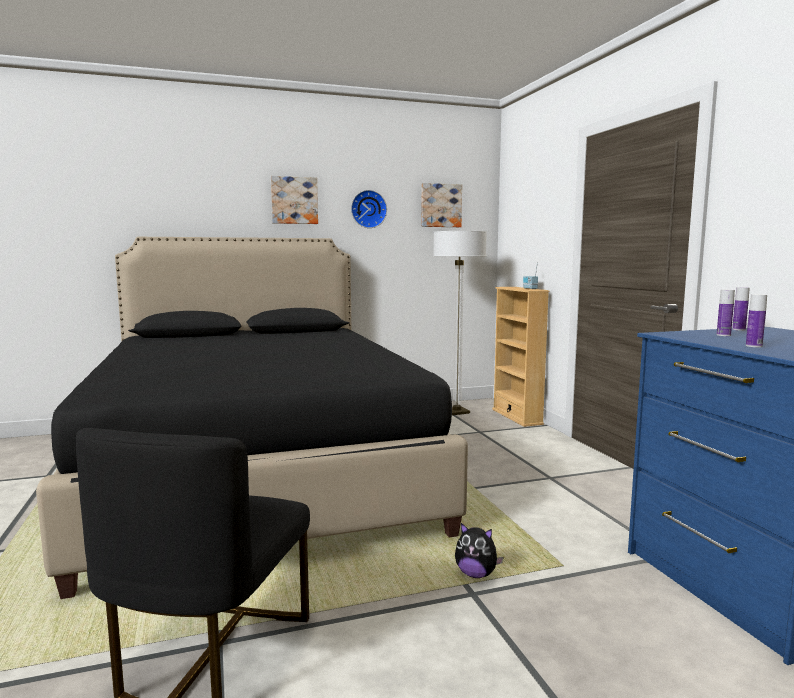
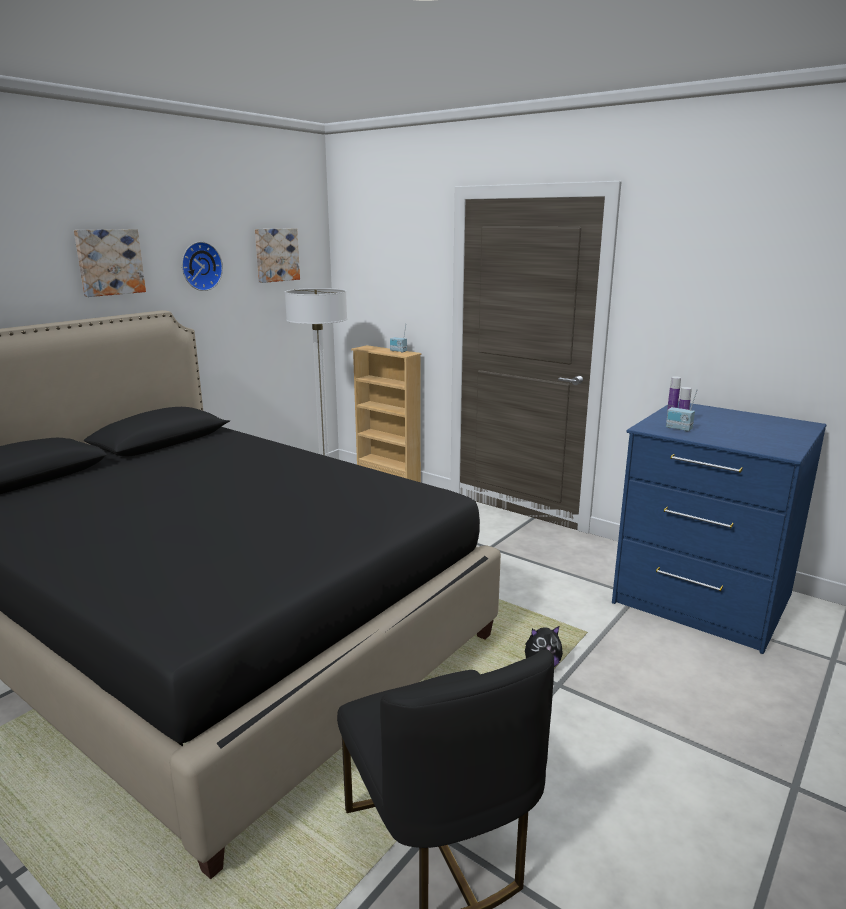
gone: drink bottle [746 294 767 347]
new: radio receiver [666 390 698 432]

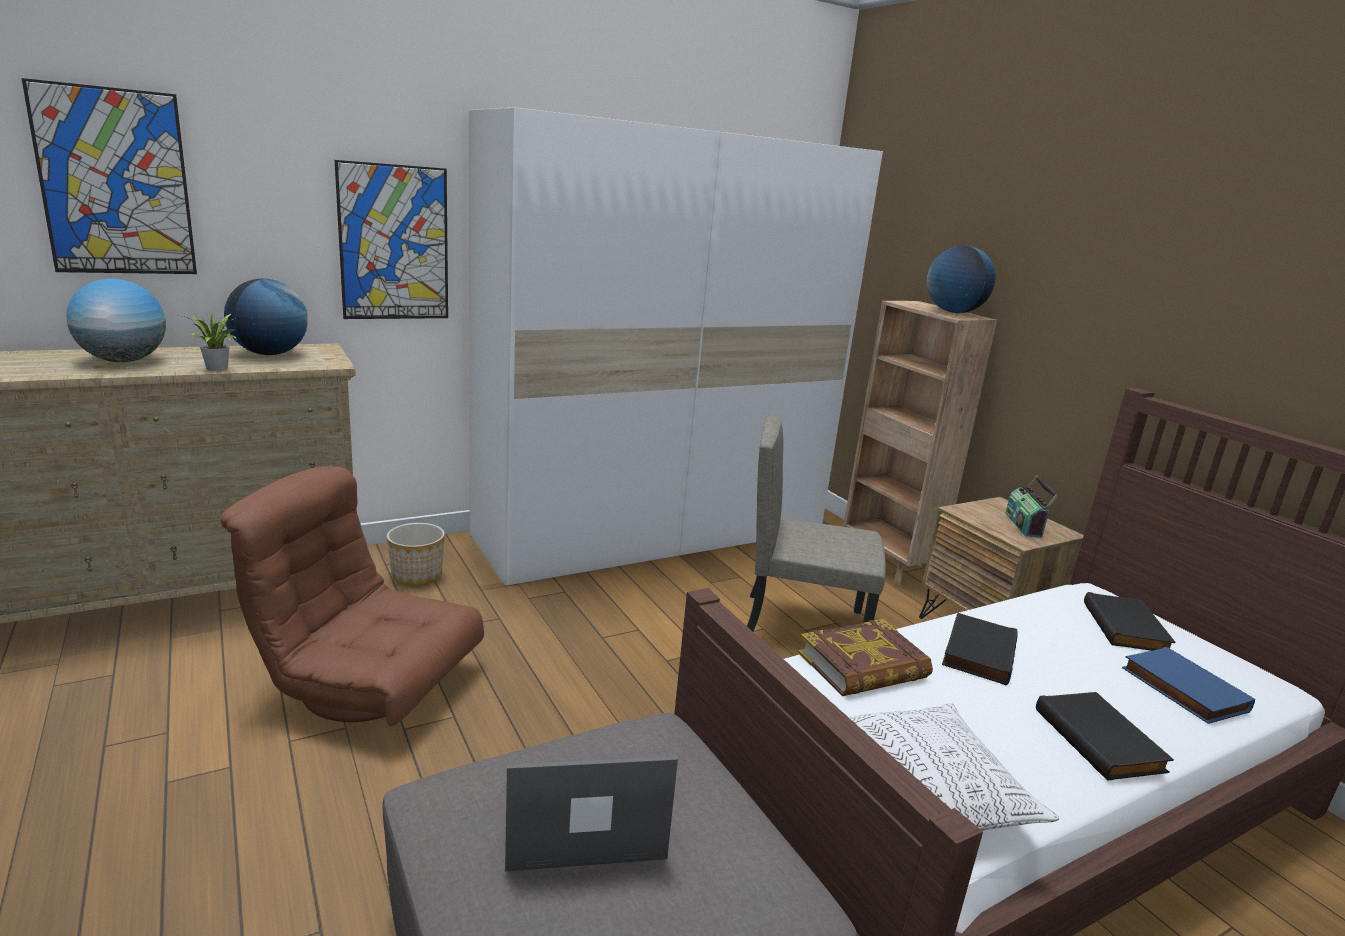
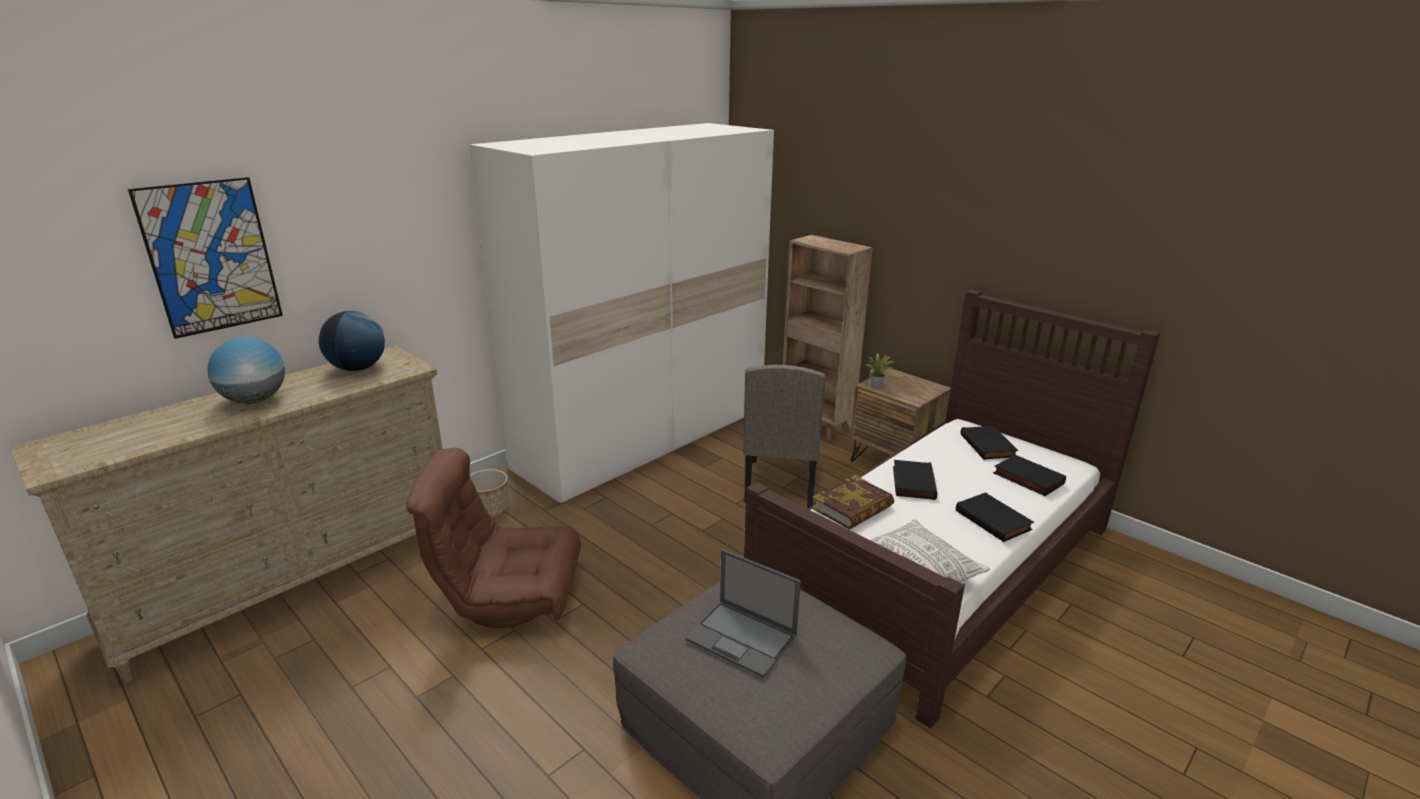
gone: wall picture [335 160 448 319]; world globe [926 246 996 313]; radio receiver [1006 475 1058 538]
shifted: potted plant [182 310 237 371] to [866 353 896 389]
repainted: blue volume [1122 647 1255 724] to blackish volume [993 454 1066 496]
rotated: beige upright chair [747 415 886 631] = [743 365 825 508] 75 degrees counterclockwise; laptop [505 756 678 871] = [685 549 801 678] 120 degrees counterclockwise

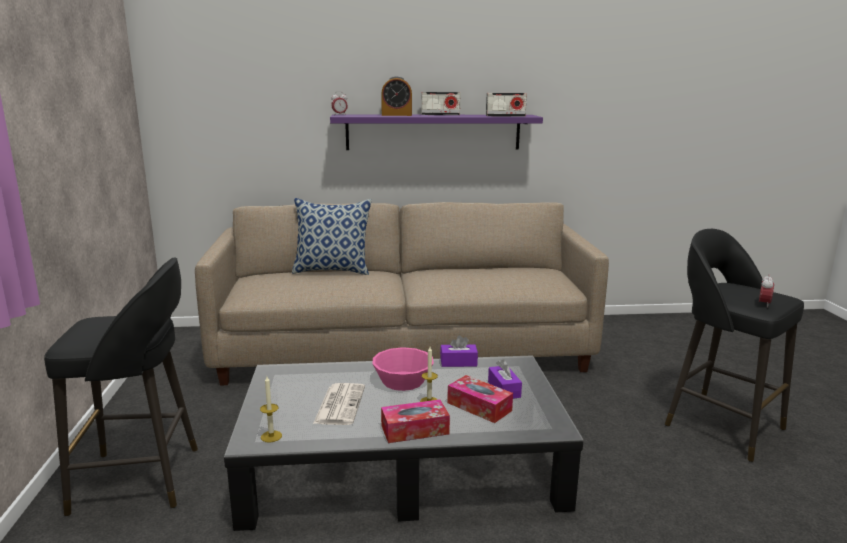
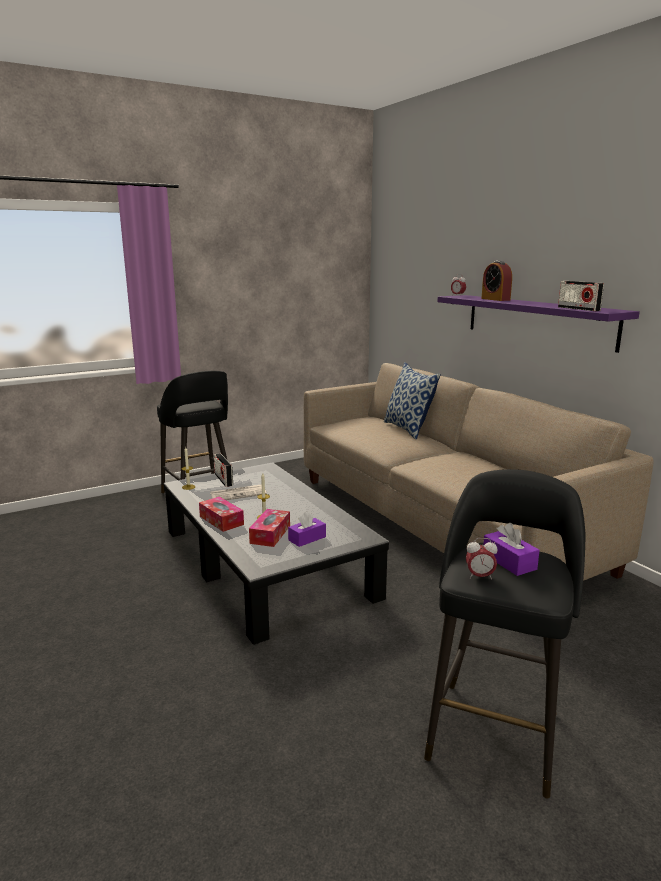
gone: pink bowl [372 347 434 391]
shifted: radio receiver [421 92 460 115] to [214 453 233 487]; purplish box of tissues [440 335 478 367] to [483 523 540 576]

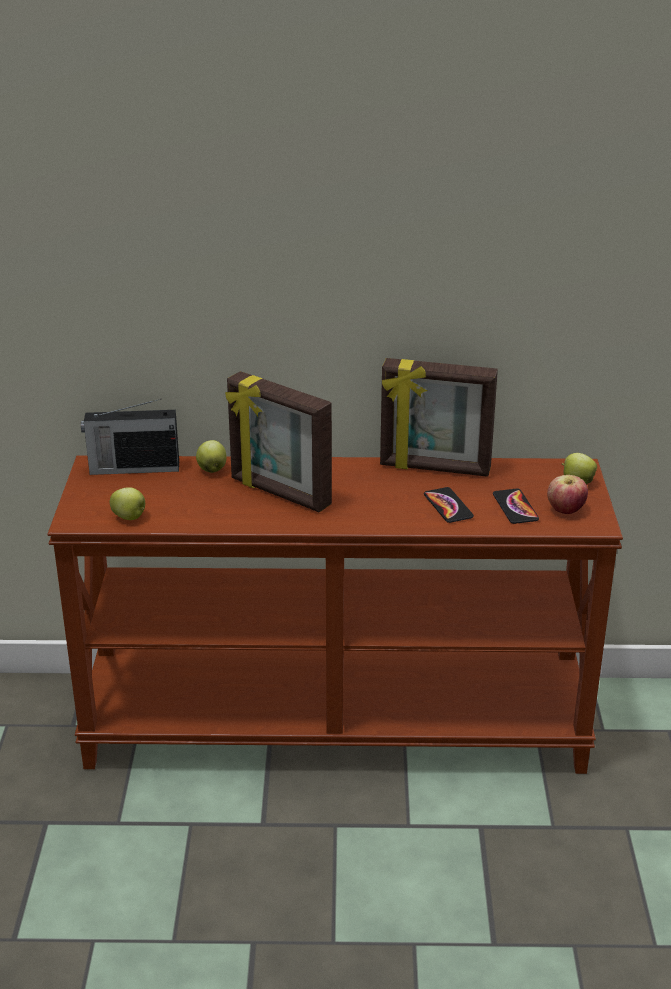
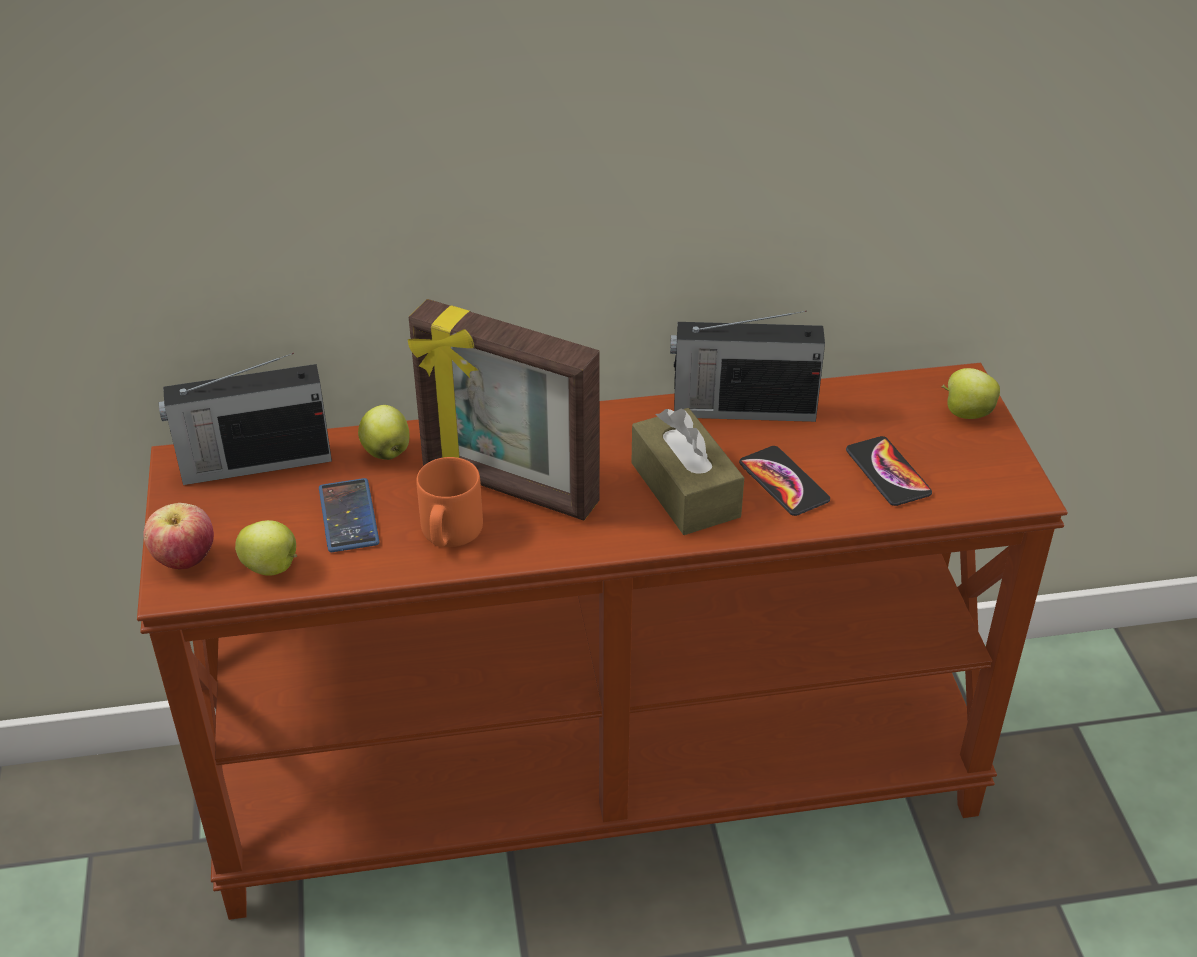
new: brown-coloured box of tissues [631 408 744 535]; orange coffee mug [416 457 483 547]; handset [319 478 380 552]
shifted: apple fruit [547 475 588 514] to [143 503 214 569]
swapped: picture frame [380 358 498 477] to radio receiver [670 311 825 422]

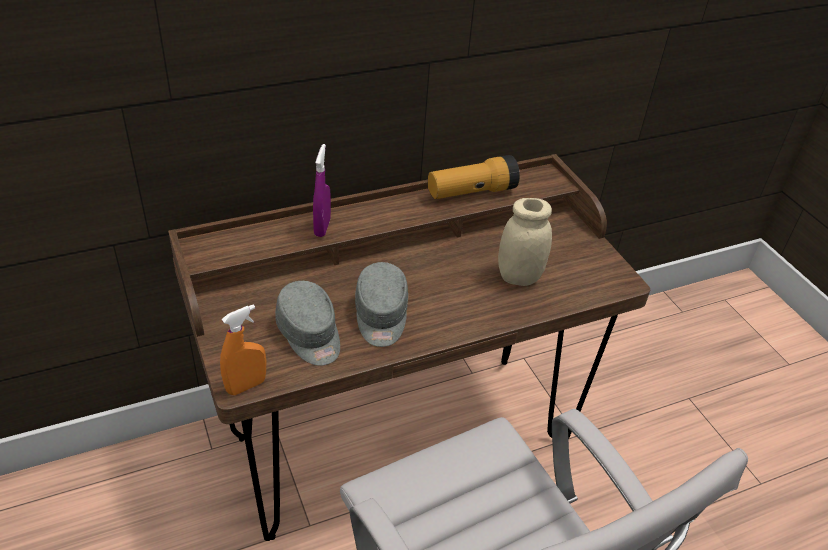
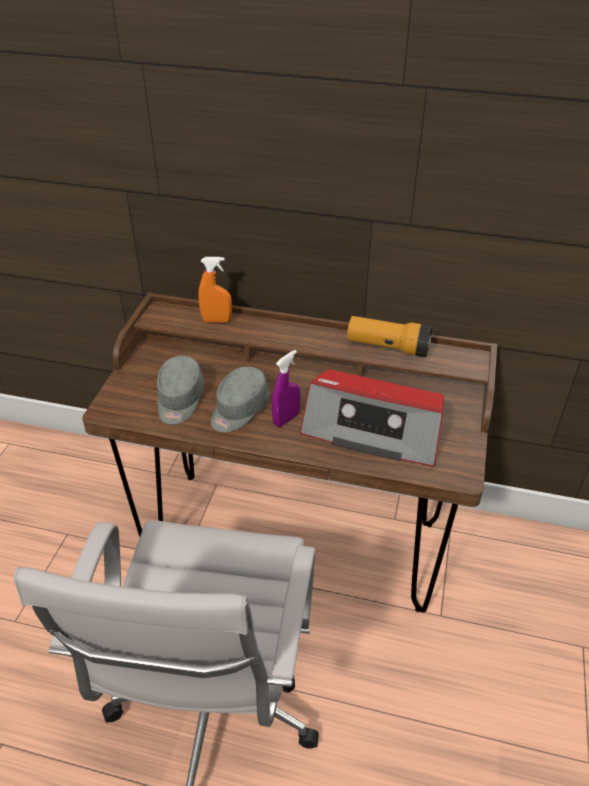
shifted: purplish spray bottle [313 144 331 237] to [272 350 301 427]; orange spray bottle [220 304 266 395] to [198 257 232 322]
swapped: beige storage jar [498 198 552 286] to radio receiver [300 369 444 467]

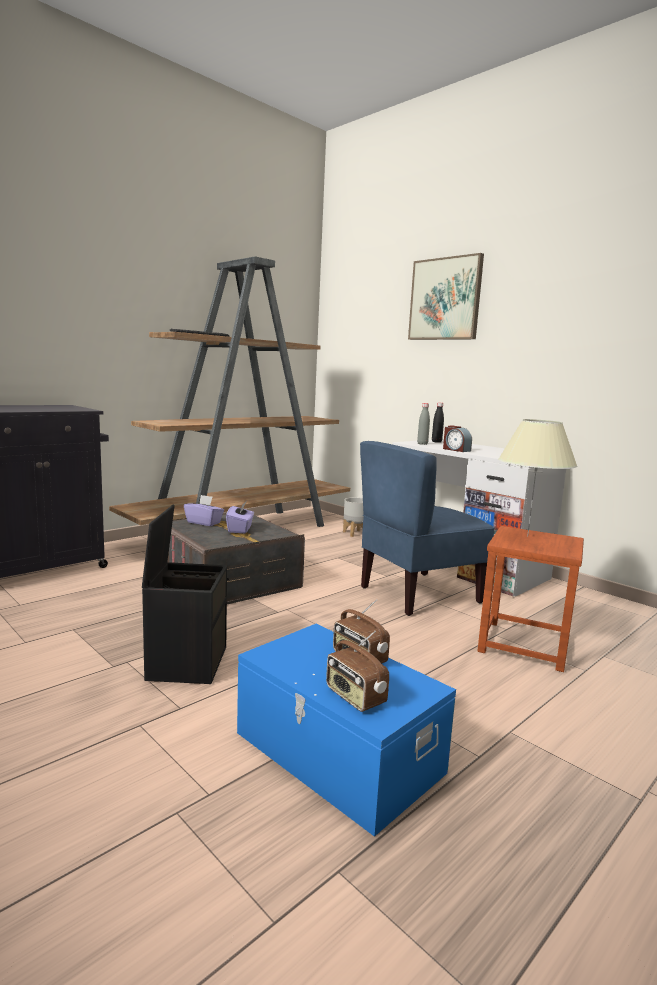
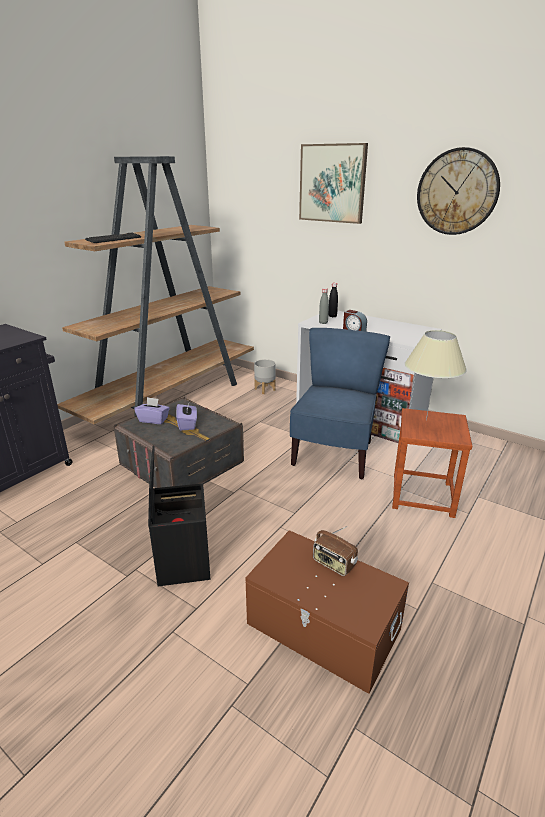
gone: radio receiver [326 631 389 712]
new: hanging clock [417 147 500 235]
repainted: blue storage box [237 624 456 837] to brown-coloured storage box [245 530 409 694]
rotated: blue upright chair [360 441 495 616] = [290 328 390 479] 150 degrees clockwise

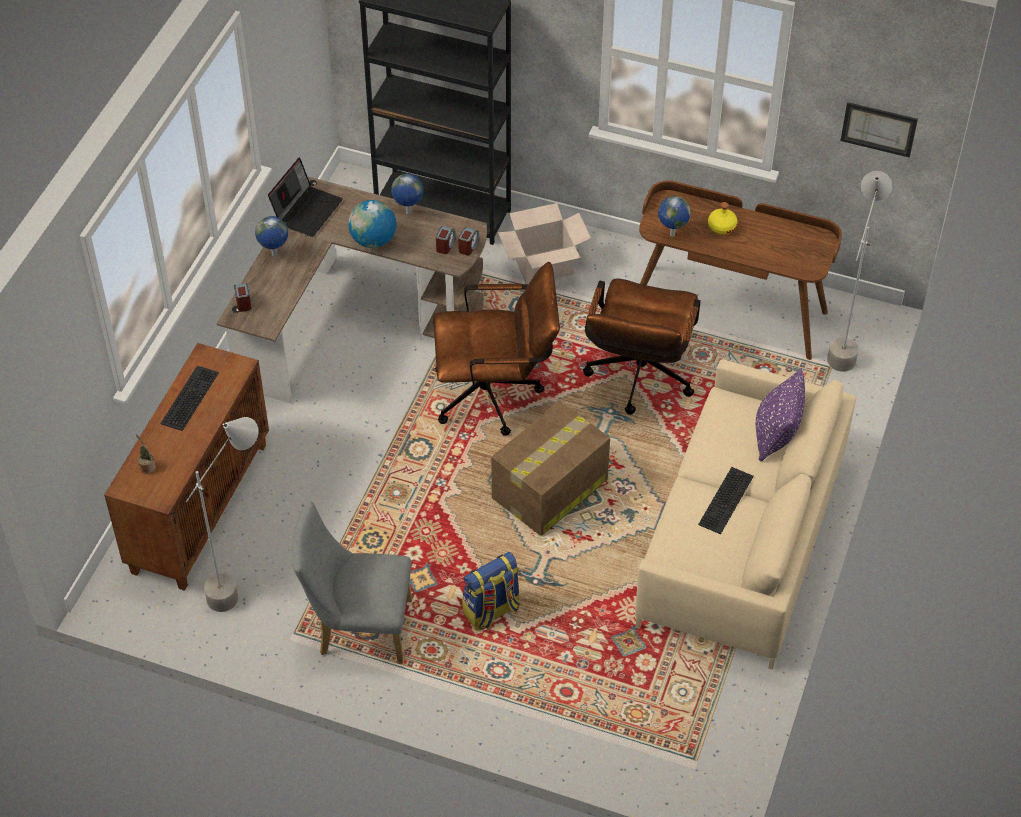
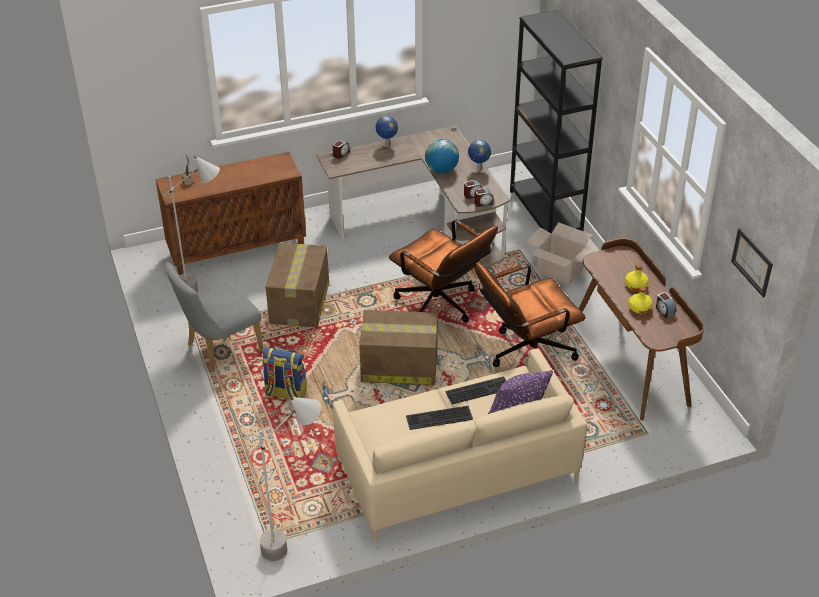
gone: laptop [268 157 343 237]; world globe [658 196 691 237]
new: carton [266 243 329 327]; yellow drink bottle [628 287 653 314]; table clock [656 292 676 318]
shifted: grey standard lamp [827 171 892 372] to [249 397 321 561]; keyboard [160 366 219 431] to [445 376 506 404]
rotated: grey upright chair [291 501 412 664] = [165 262 264 371] 90 degrees counterclockwise

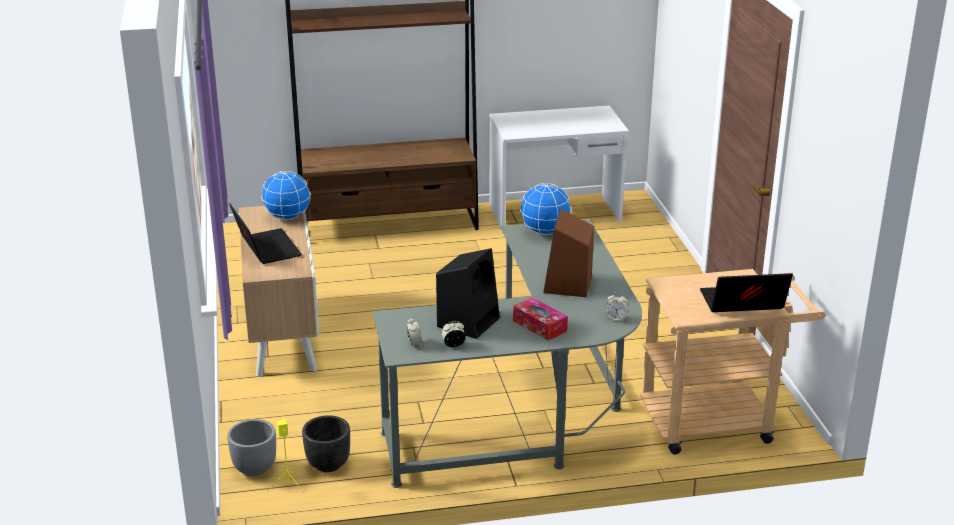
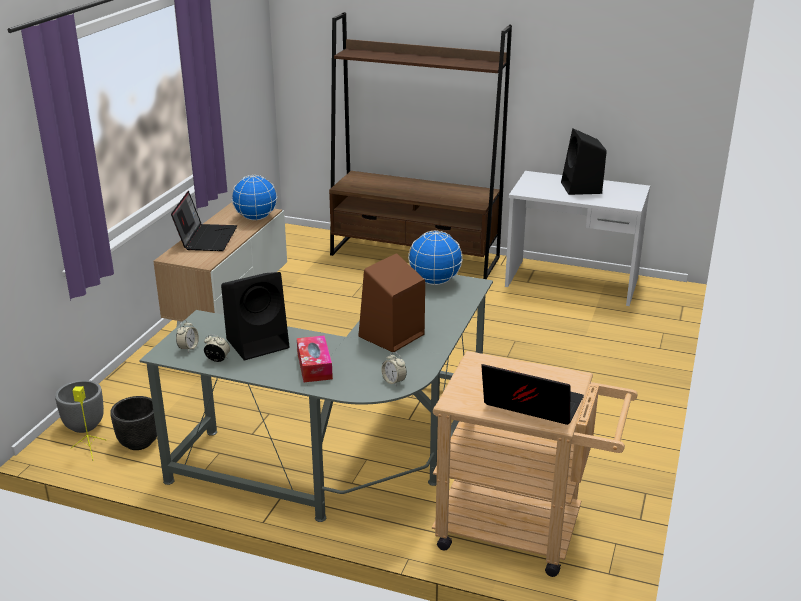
new: blackish loudspeaker [561 128 607 195]

